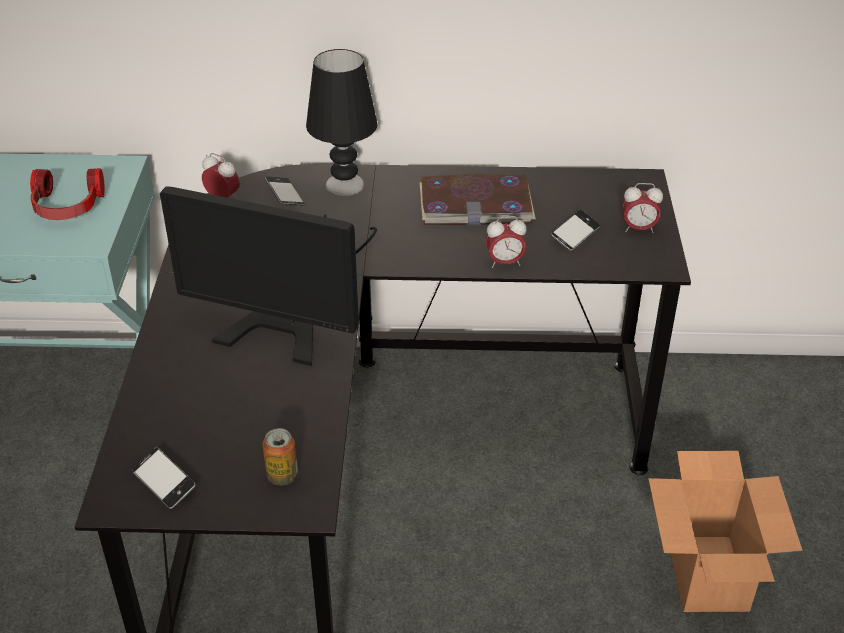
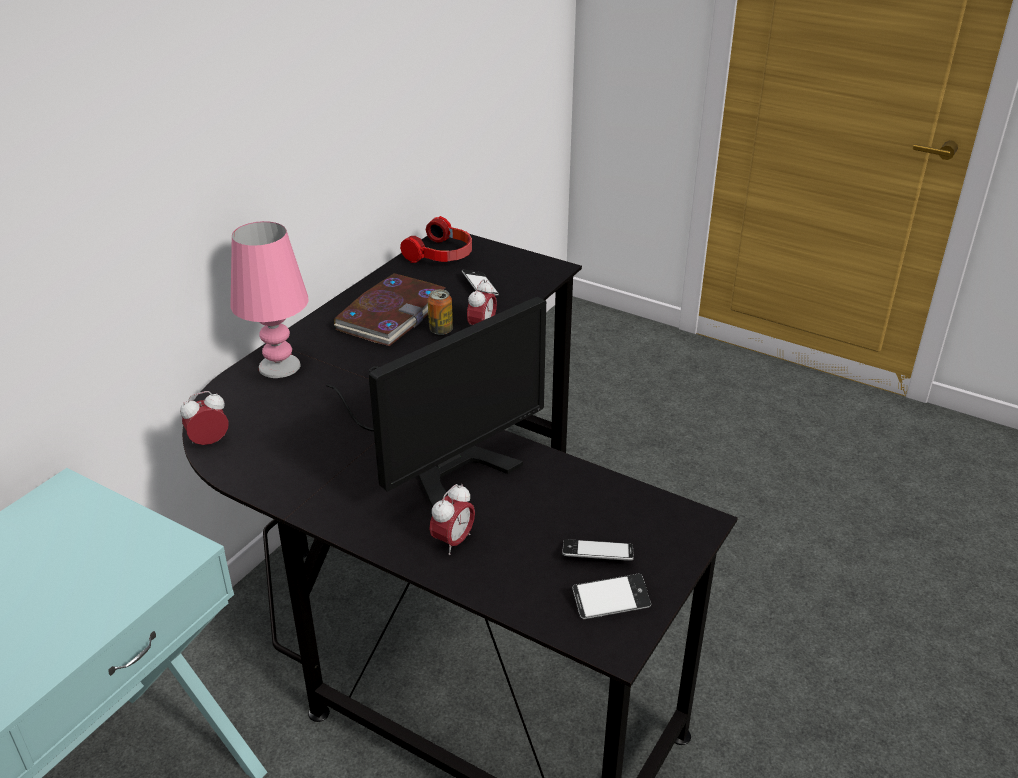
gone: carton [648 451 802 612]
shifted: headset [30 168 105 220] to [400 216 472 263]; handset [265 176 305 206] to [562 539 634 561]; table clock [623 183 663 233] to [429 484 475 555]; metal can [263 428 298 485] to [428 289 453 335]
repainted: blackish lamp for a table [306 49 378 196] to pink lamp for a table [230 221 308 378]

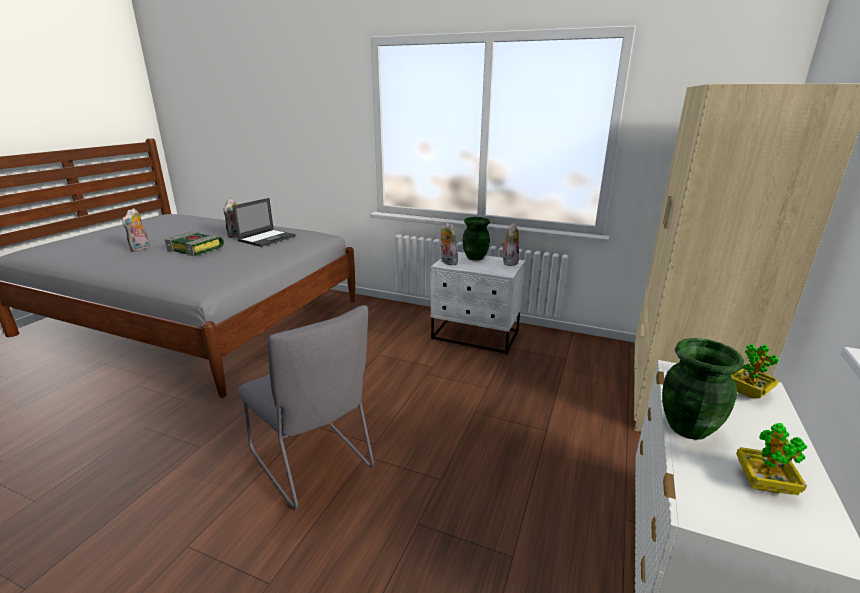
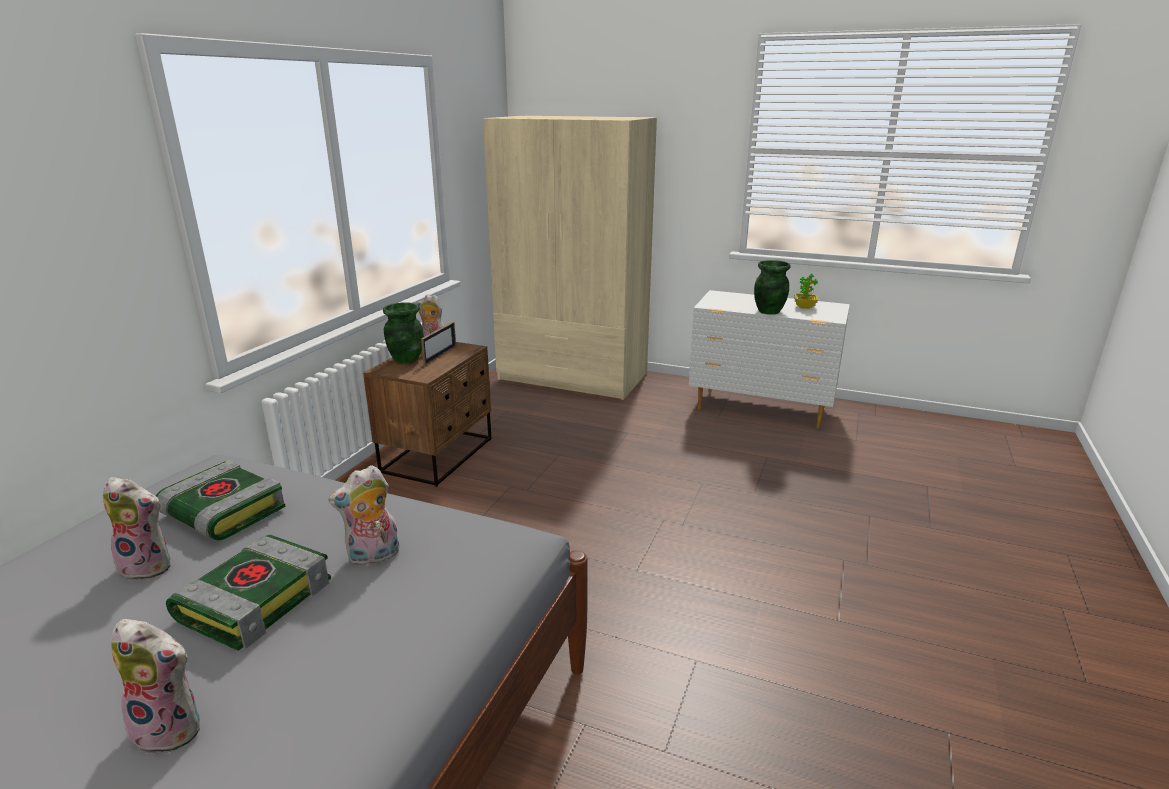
gone: grey upright chair [237 305 374 510]; potted plant [731 344 779 399]
new: picture frame [421 322 456 365]
shifted: plush toy [441 223 458 265] to [328 465 400 566]
swapped: laptop [232 198 296 247] to volume [156 461 286 541]
repainted: whitish bedside table [431 252 525 354] to brown-coloured bedside table [363 342 491 487]

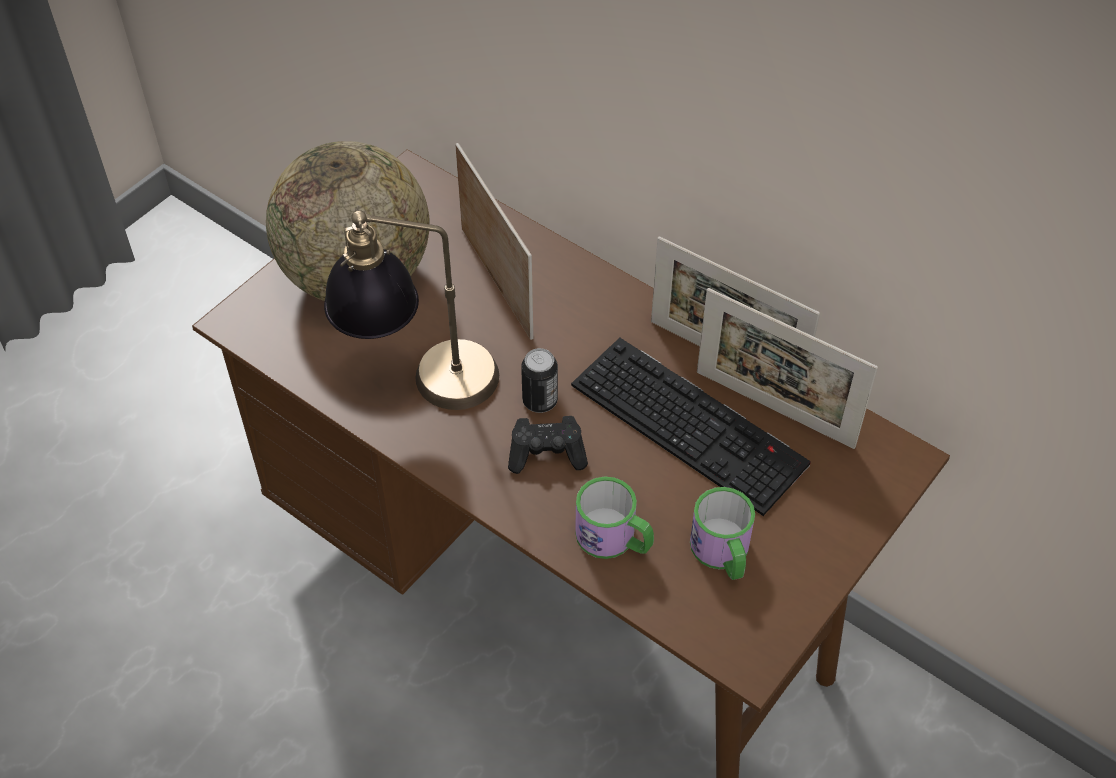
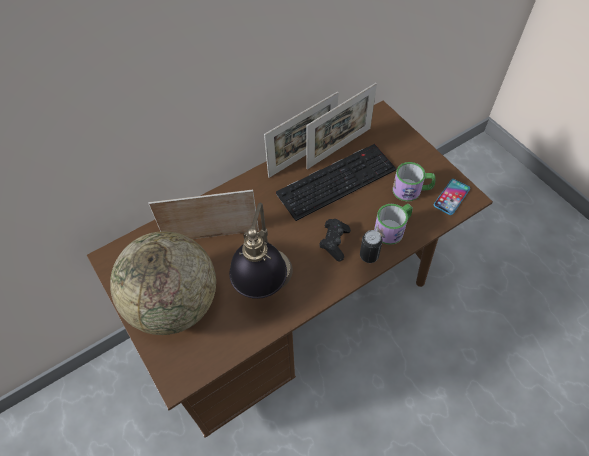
new: handset [434 179 470 215]
shifted: metal can [521 348 558 413] to [360 230 383 263]

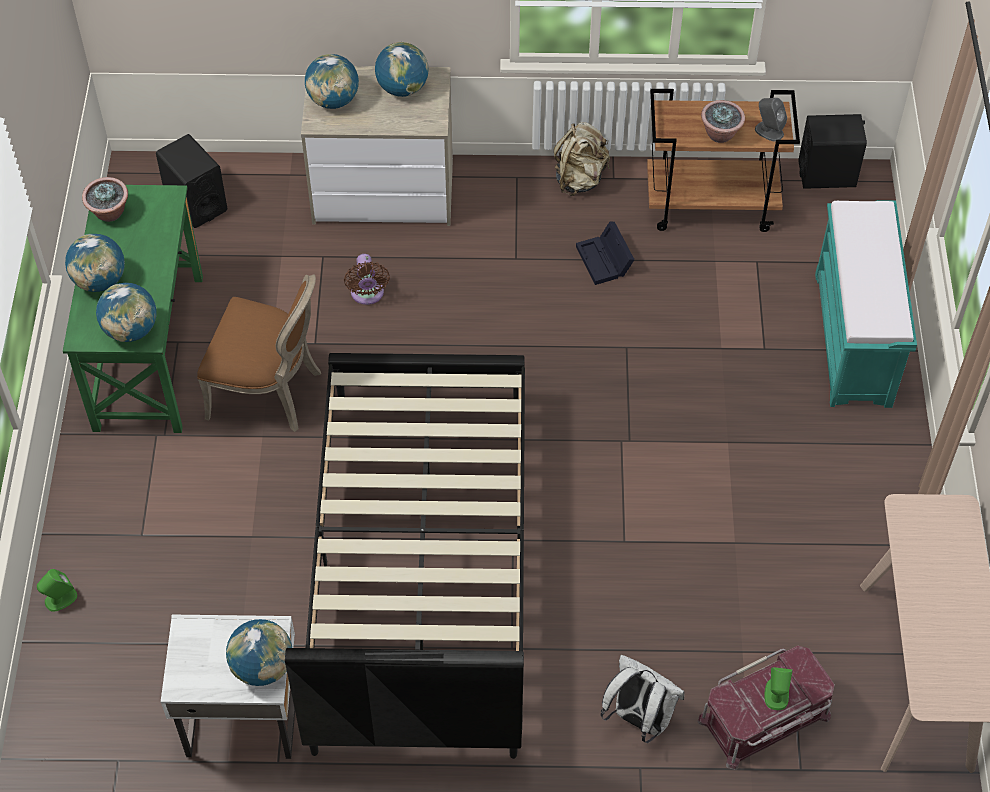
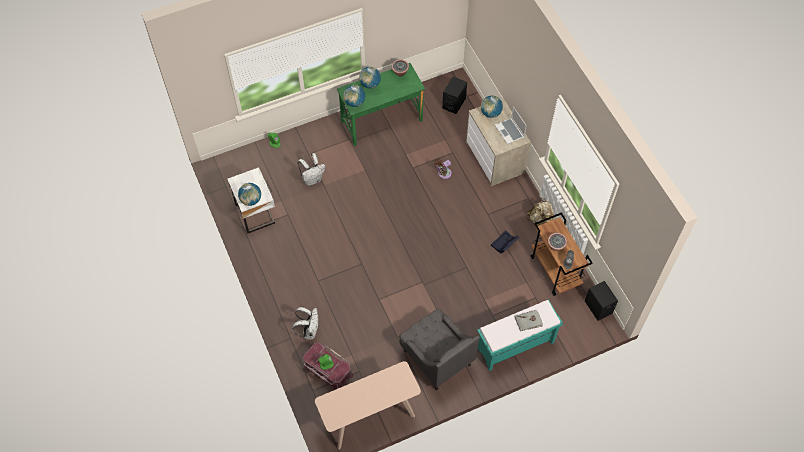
gone: brown-coloured upright chair [197 274 321 432]; blackish sleeping bed [285 353 525 759]
new: whitish rucksack [298 153 325 186]; grey armchair [399 308 479 390]; grey volume [514 310 543 332]
swapped: world globe [375 42 429 97] to laptop [495 106 526 144]

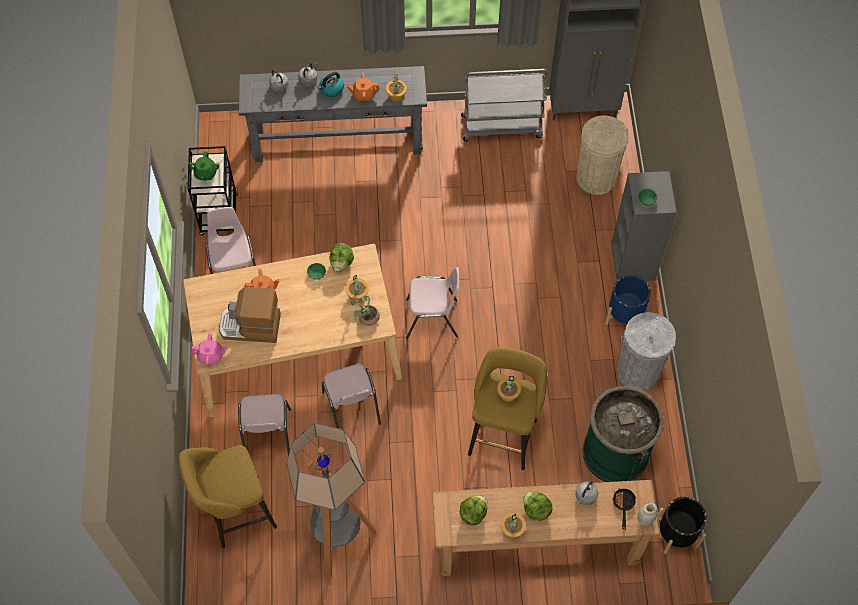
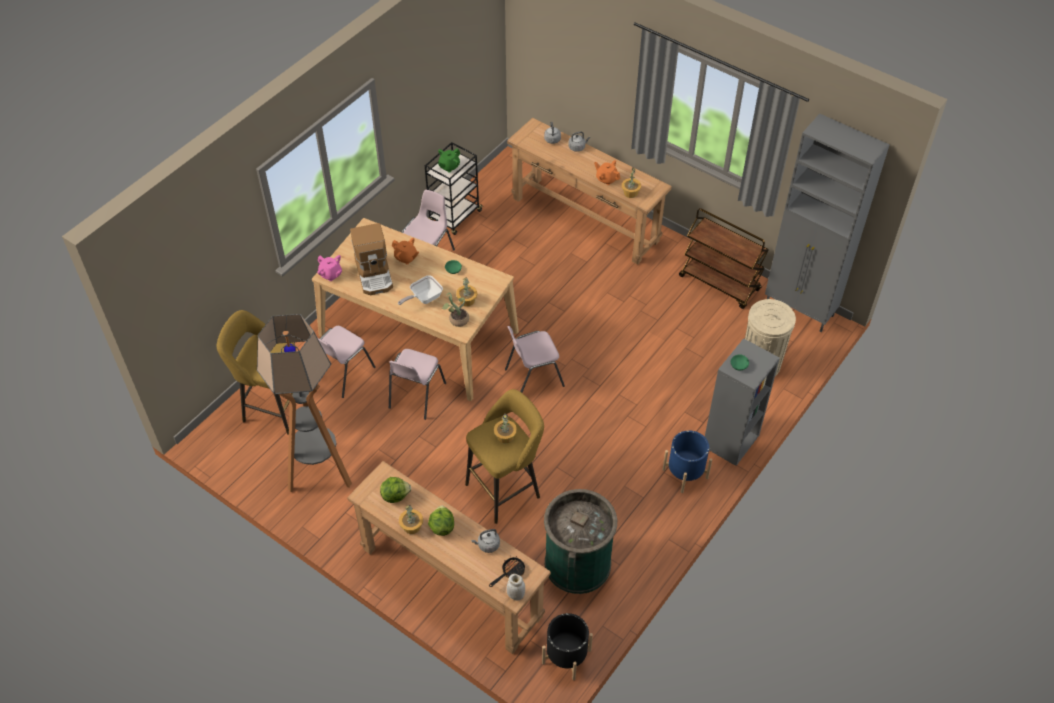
gone: tea kettle [318 72 344 97]; head of lettuce [329 243 354 271]; grey trash can [617 312 676 391]
new: frying pan [398 275 443 305]
repainted: grey console table [239 66 427 162] to brown-coloured console table [507 118 672 265]; grey cart [461 69 547 142] to brown-coloured cart [679 208 769 309]
rotated: pink upright chair [406 267 459 339] = [505 326 565 393] 120 degrees clockwise; coffee brewer [219 287 281 343] = [350 223 393 295] 150 degrees counterclockwise

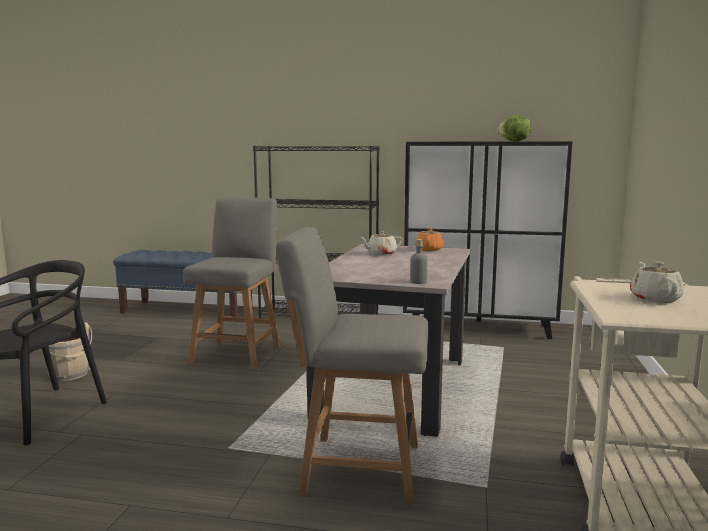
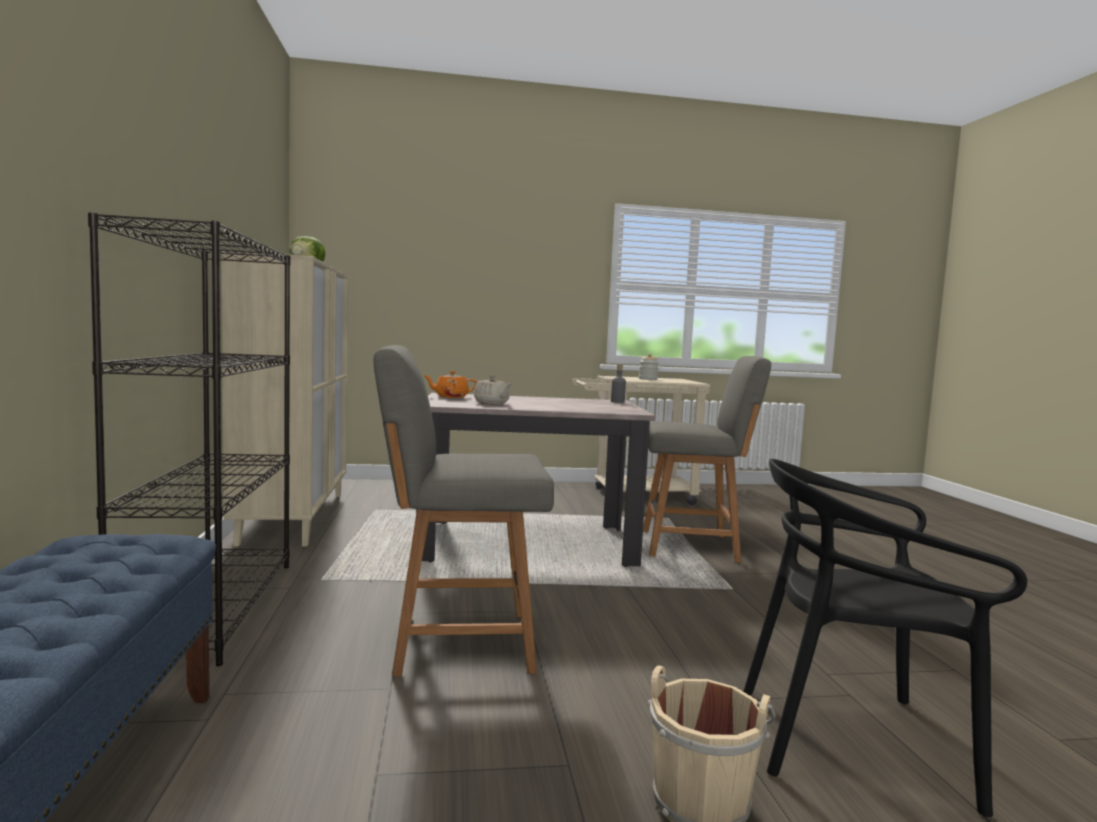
swapped: beige teapot [630 262 684 303] to storage jar [639 353 659 380]
repainted: blackish storage cabinet [403 141 572 339] to beige storage cabinet [221 251 349 547]
rotated: grey upright chair [276 226 429 504] = [643 356 771 563] 75 degrees counterclockwise

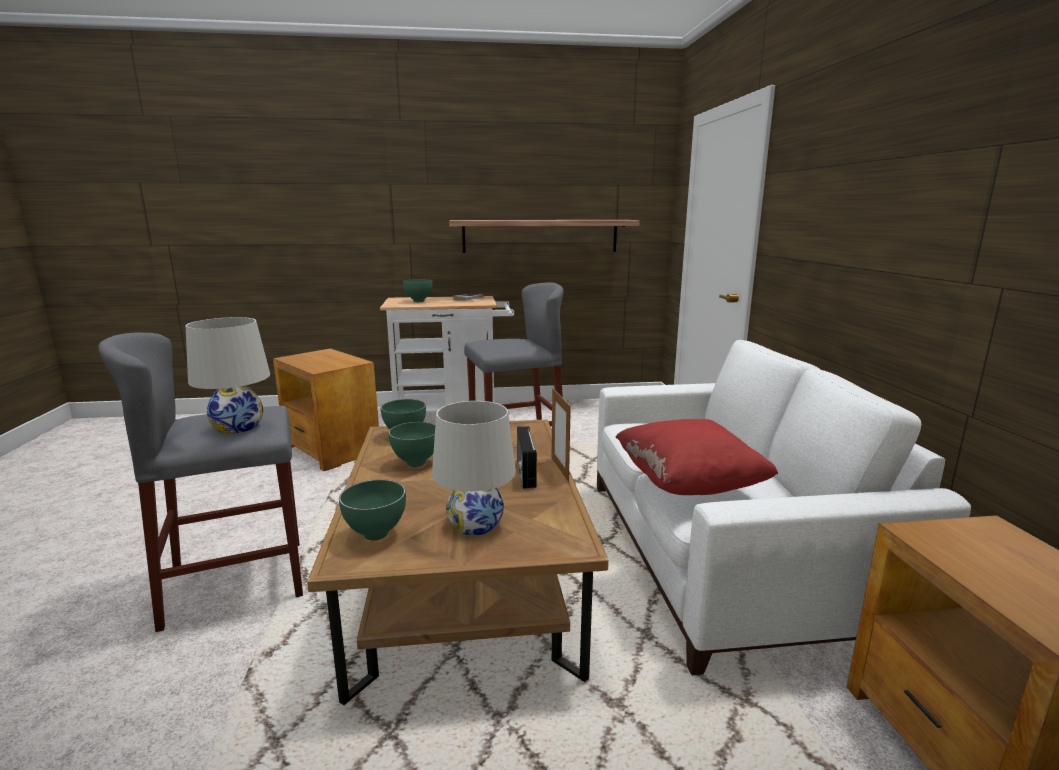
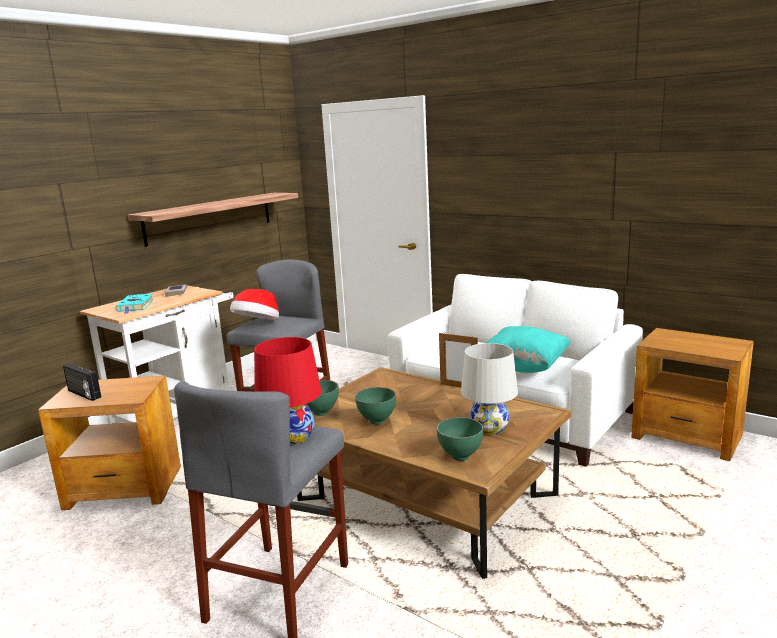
new: hat [230 289 279 320]
shifted: radio receiver [517 426 537 488] to [63 363 101 401]
swapped: green bowl [403 279 432 302] to blue-green volume [115 293 154 314]
repainted: whitish lamp for a table [186 317 270 434] to red-coloured lamp for a table [254 337 322 445]; red-coloured pillow [615 419 778 495] to blue-green pillow [486 326 570 373]

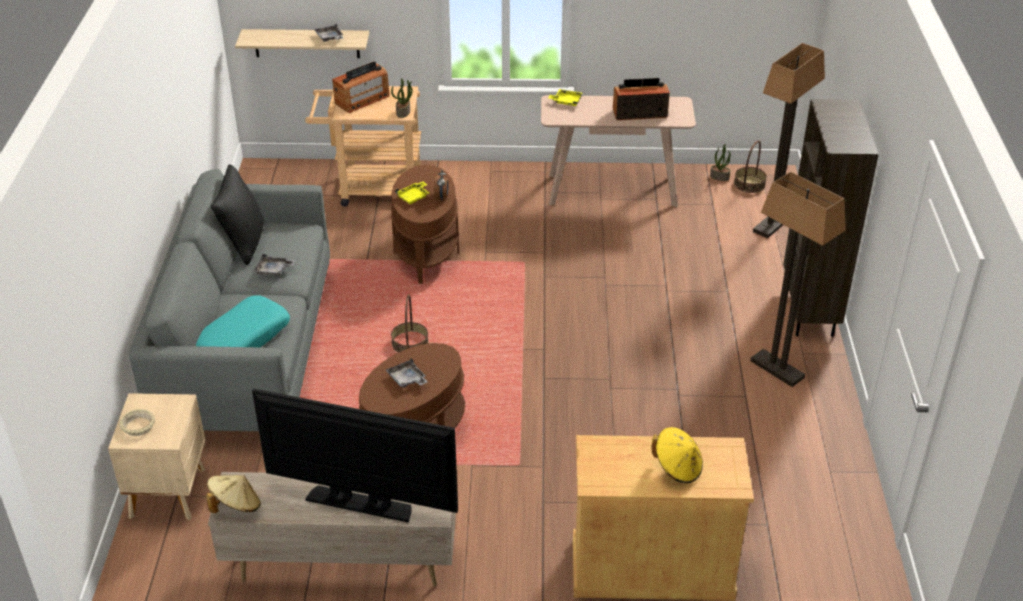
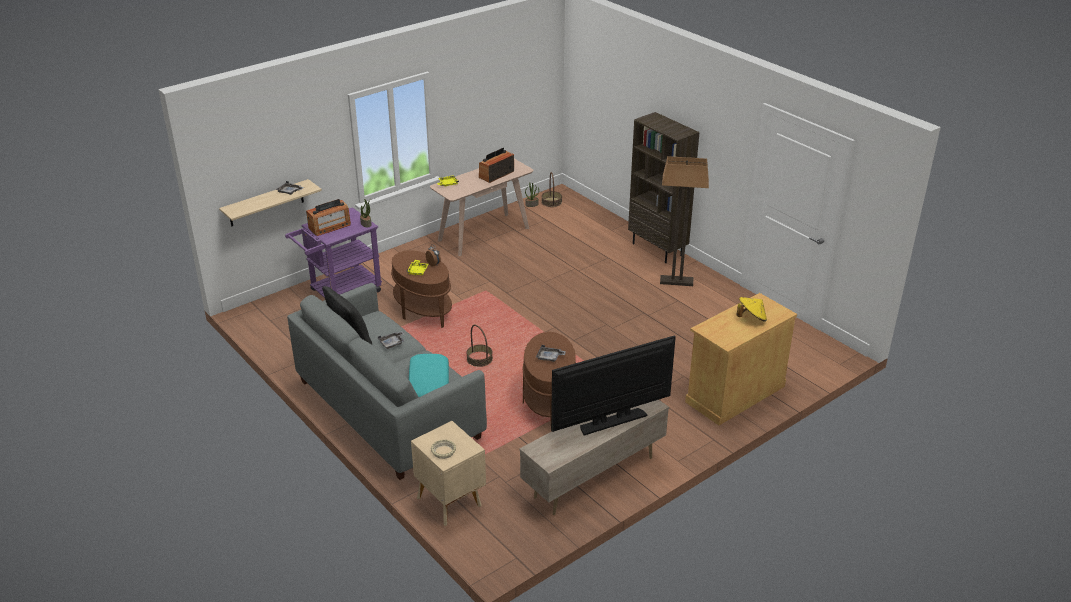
gone: standard lamp [753 43 825 238]; beige hat [206 475 261 513]
repainted: beige cart [305 86 421 207] to purplish cart [285 207 382 298]
rotated: radio receiver [332 61 390 113] = [306 199 351 236] 45 degrees clockwise

